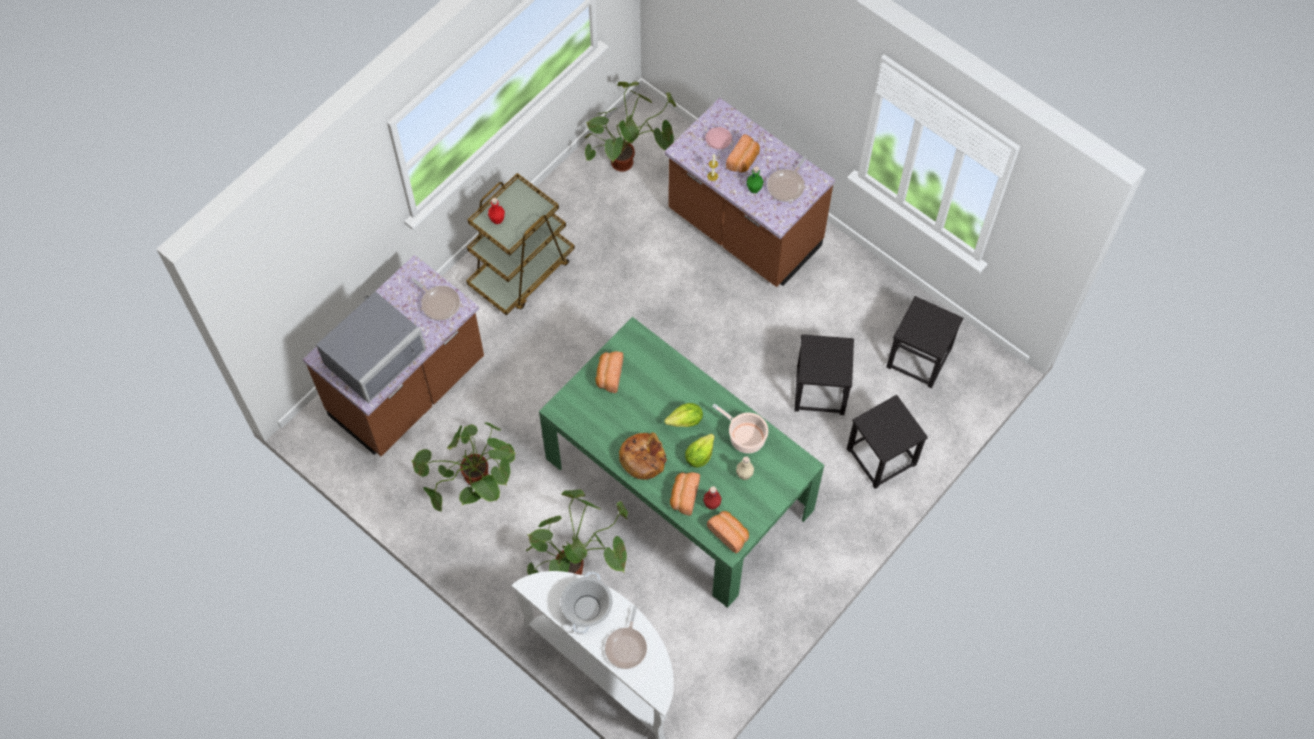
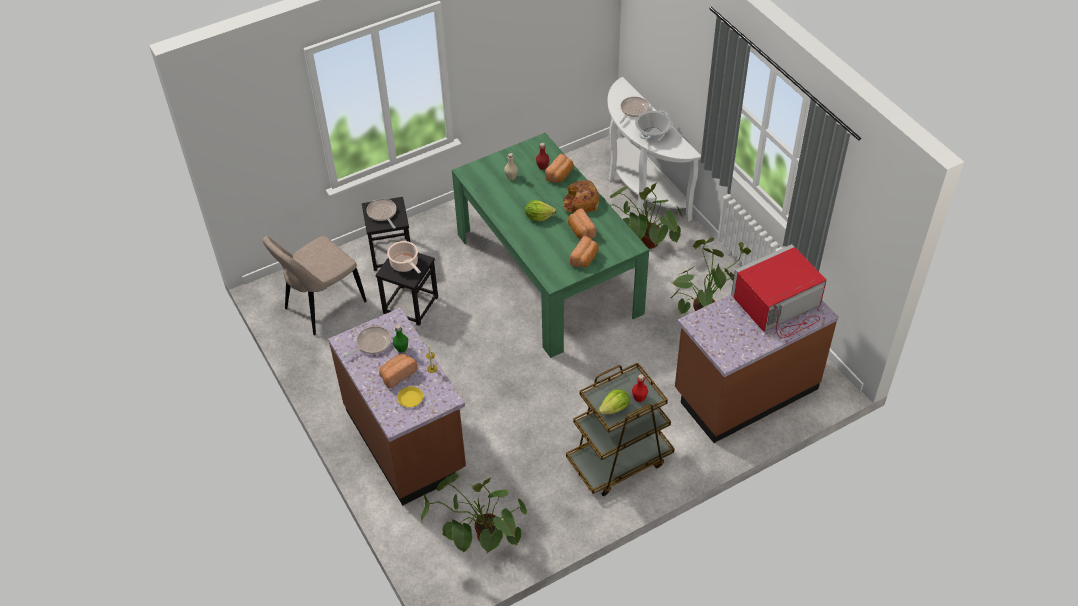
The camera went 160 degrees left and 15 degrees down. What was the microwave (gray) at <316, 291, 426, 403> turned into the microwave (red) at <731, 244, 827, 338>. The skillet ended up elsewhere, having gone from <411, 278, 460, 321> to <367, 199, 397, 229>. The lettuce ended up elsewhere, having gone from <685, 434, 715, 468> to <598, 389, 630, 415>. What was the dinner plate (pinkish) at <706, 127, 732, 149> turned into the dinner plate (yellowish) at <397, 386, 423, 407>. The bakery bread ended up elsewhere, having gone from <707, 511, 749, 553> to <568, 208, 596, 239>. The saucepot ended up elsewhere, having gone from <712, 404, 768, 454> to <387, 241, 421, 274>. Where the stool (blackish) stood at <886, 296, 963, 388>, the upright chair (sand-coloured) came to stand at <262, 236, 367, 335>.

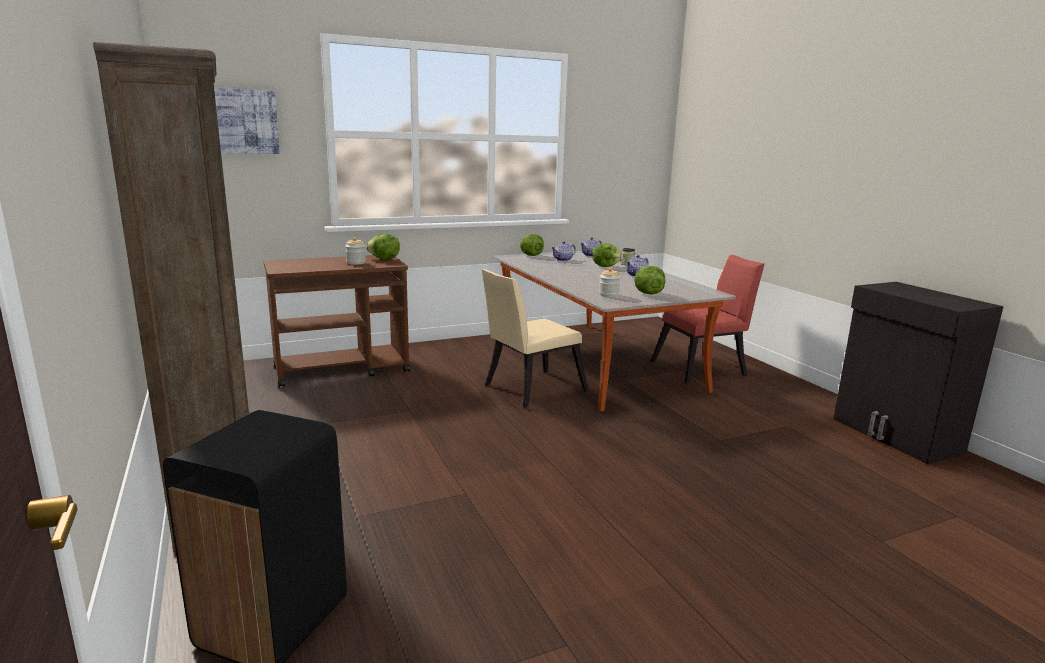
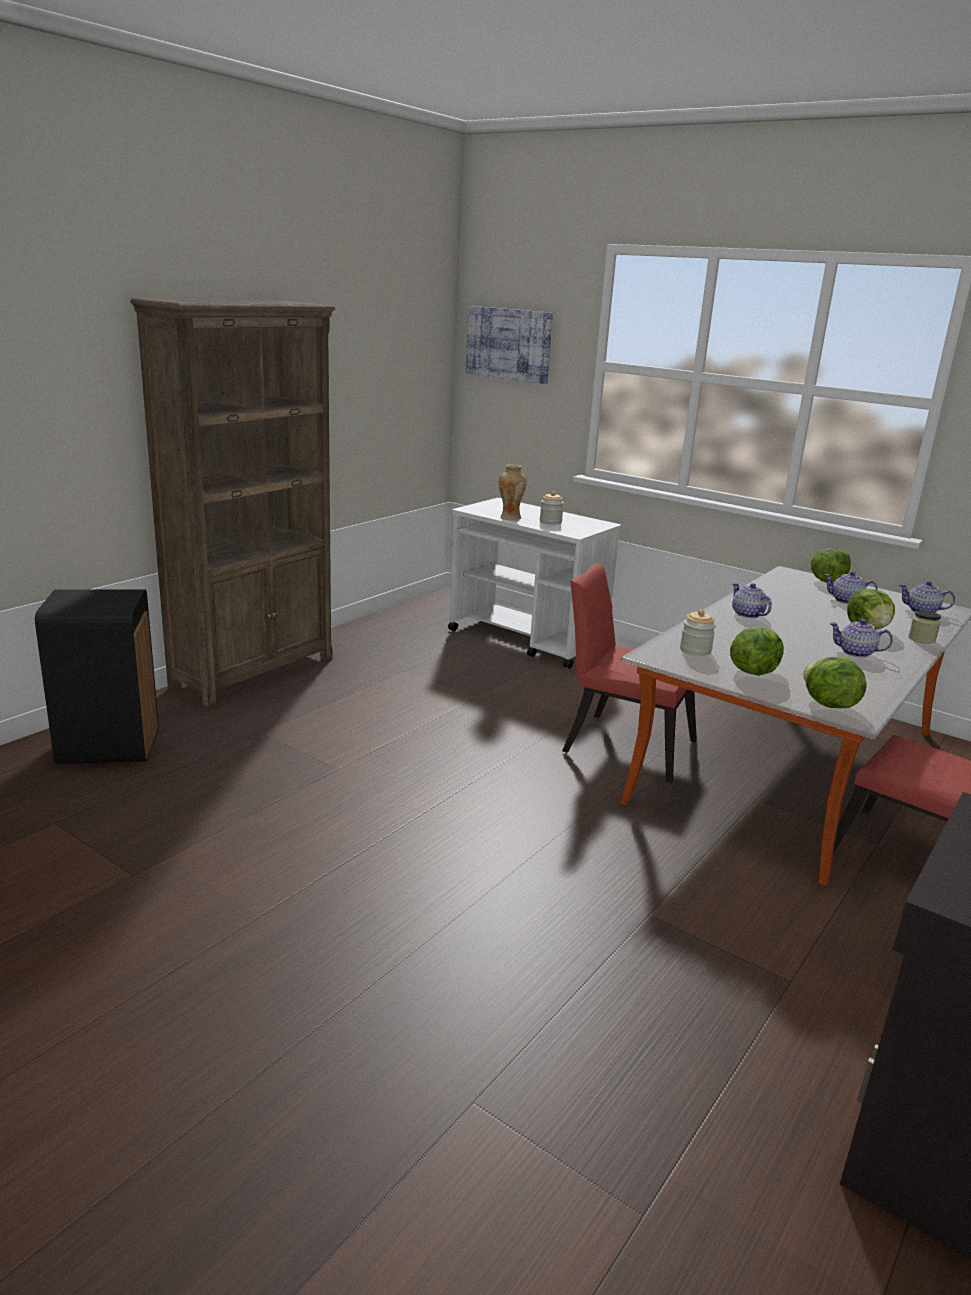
The camera went 60 degrees right and 5 degrees up. What was the cart (brown-coloured) at <263, 255, 410, 388> turned into the cart (white) at <448, 498, 621, 669>. The lettuce ended up elsewhere, having gone from <366, 234, 400, 260> to <804, 657, 867, 708>. What was the upright chair (sand-coloured) at <482, 269, 589, 407> turned into the upright chair (red) at <562, 563, 697, 783>. The second view gained the flower vase at <499, 464, 527, 520>. The second view gained the teapot at <732, 583, 772, 618>.

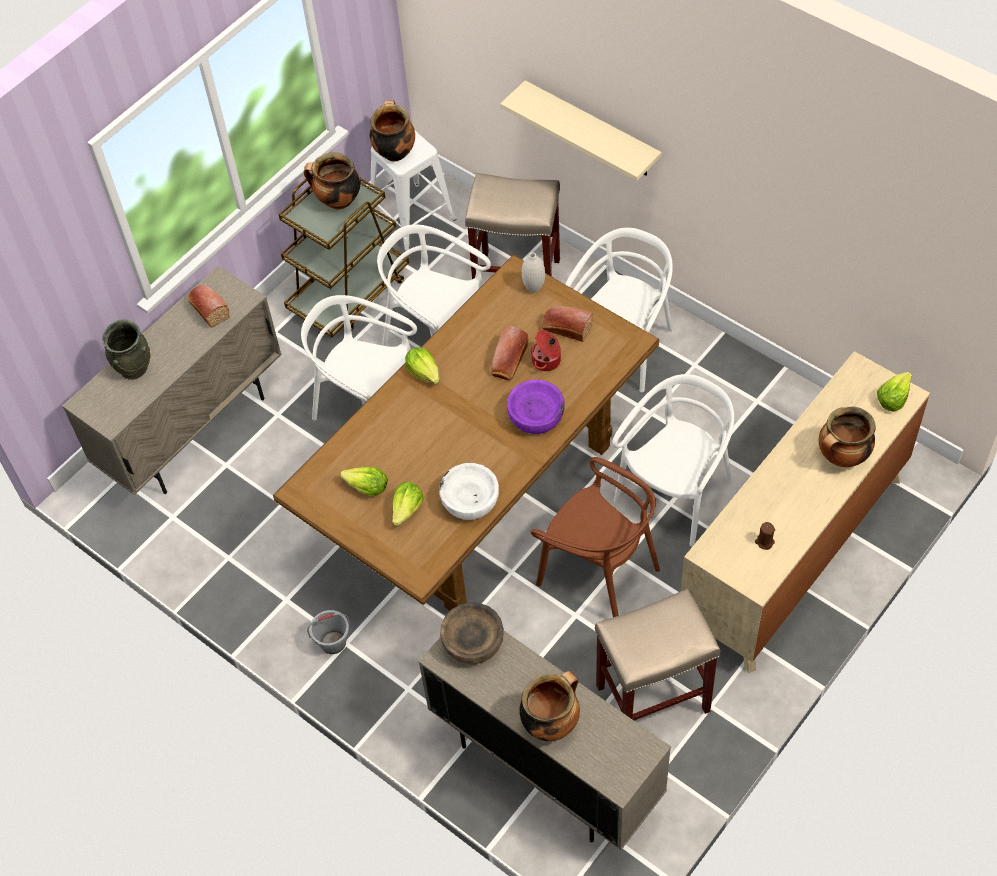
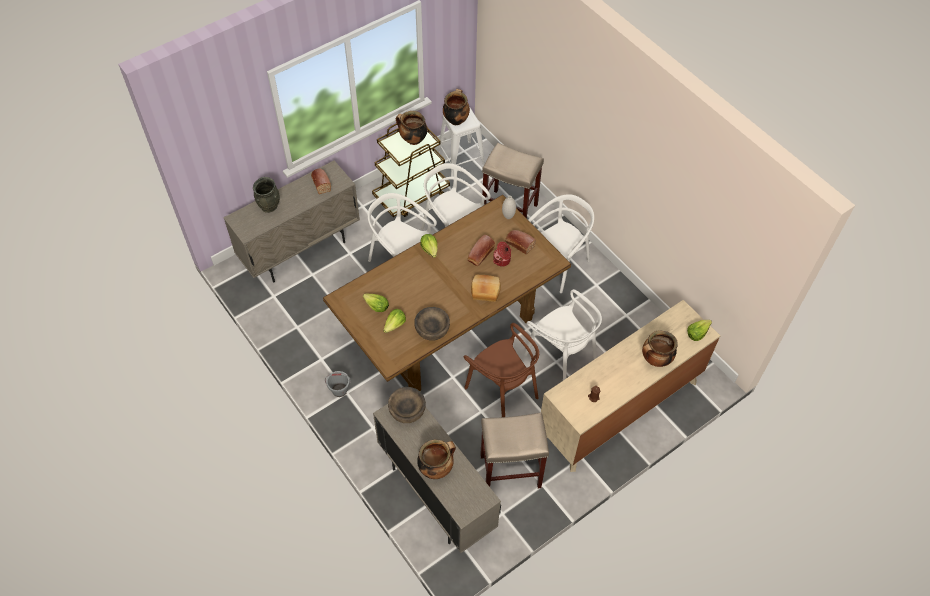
The camera went 10 degrees right and 0 degrees up. What was the bowl (white) at <439, 463, 499, 520> turned into the bowl (brown-coloured) at <415, 307, 450, 341>. The second view lost the wall shelf (sand-coloured) at <500, 80, 661, 181>. Where the bowl (purple) stood at <507, 380, 565, 434>, the bakery bread came to stand at <471, 275, 501, 302>. The upright chair (white) at <612, 374, 734, 546> ended up facing another way, 90 degrees clockwise from before.

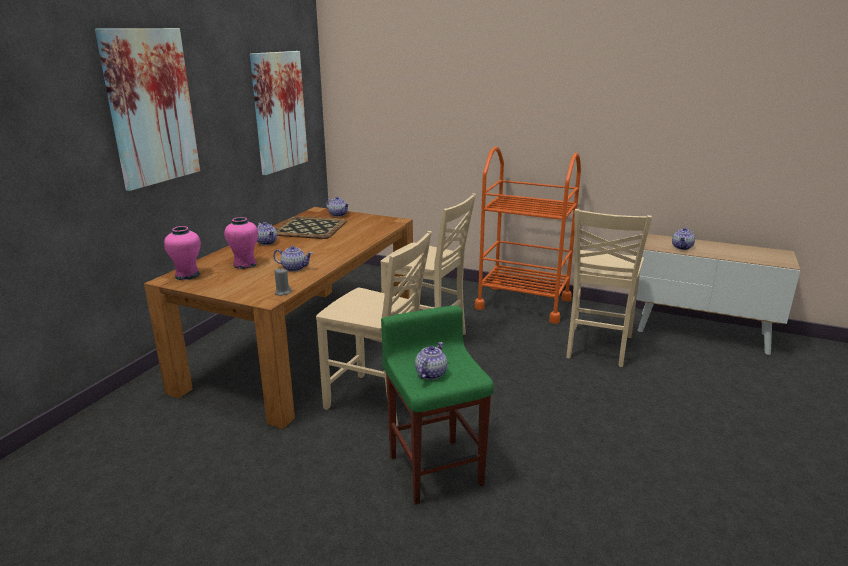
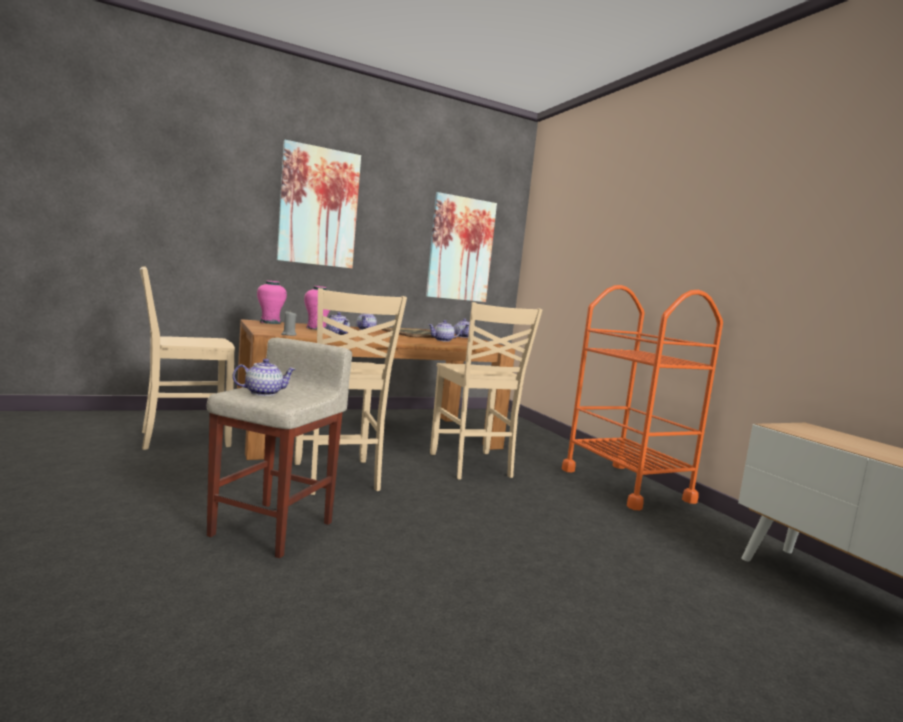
The camera went 40 degrees right and 15 degrees down. What was the stool (green-coloured) at <381, 306, 494, 505> turned into the stool (sand-coloured) at <207, 338, 352, 558>. The upright chair (sand-coloured) ended up elsewhere, having gone from <566, 209, 652, 367> to <139, 267, 235, 450>. The teapot ended up elsewhere, having gone from <672, 228, 695, 250> to <428, 320, 460, 342>.

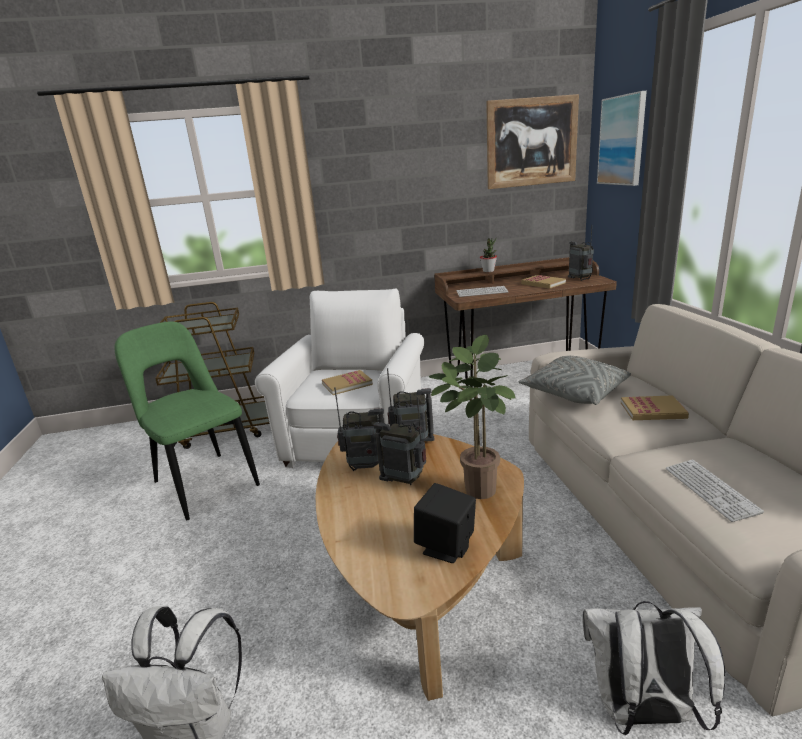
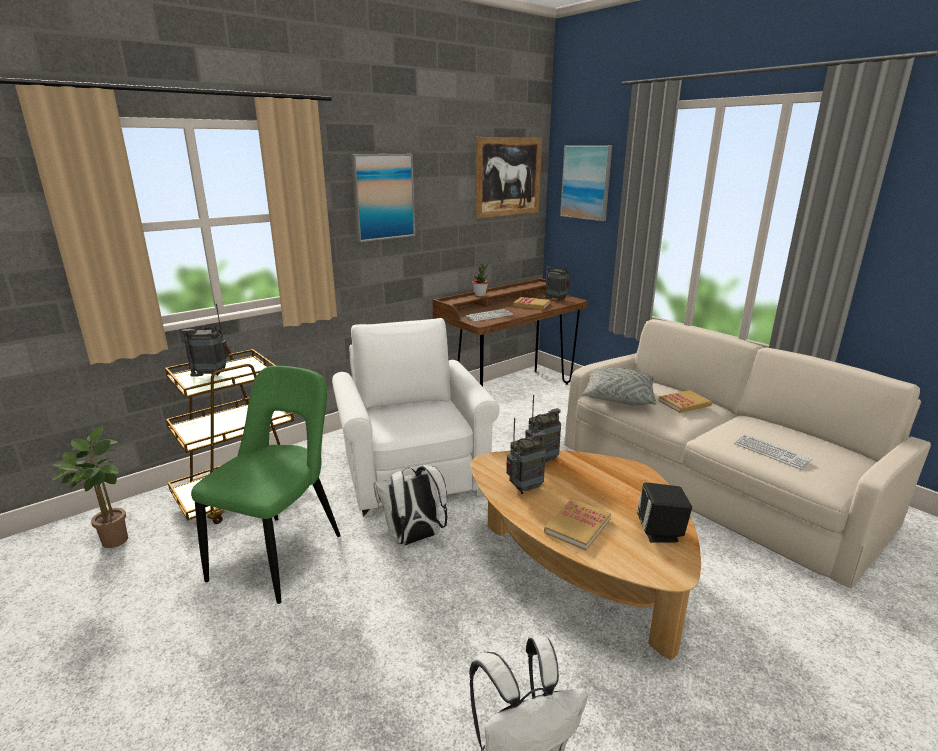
The camera went 30 degrees left and 0 degrees up. The upright chair (green-coloured) at <115, 321, 260, 521> ended up facing another way, 90 degrees clockwise from before. The book ended up elsewhere, having gone from <322, 370, 373, 395> to <544, 499, 611, 550>. The radio set ended up elsewhere, having gone from <373, 396, 426, 485> to <182, 304, 228, 377>. The plant in a pot ended up elsewhere, having gone from <429, 334, 515, 499> to <53, 426, 128, 548>. The backpack (white) ended up elsewhere, having gone from <583, 601, 725, 735> to <374, 465, 447, 546>. The second view gained the wall picture at <351, 154, 415, 242>.

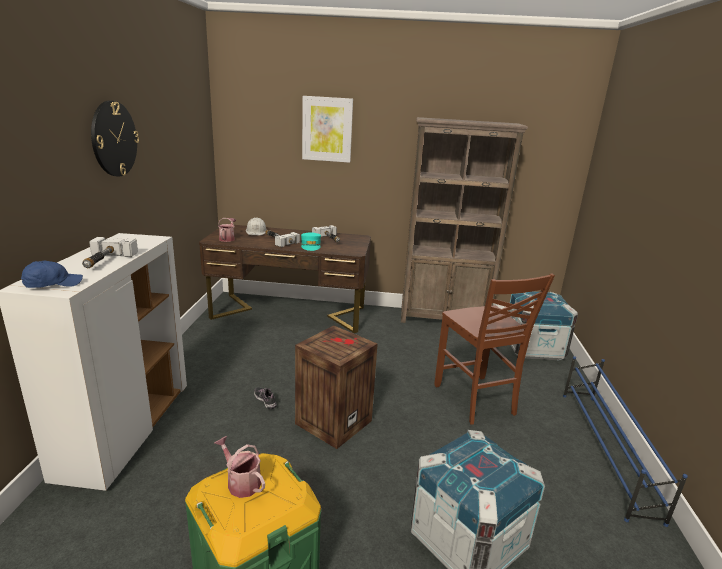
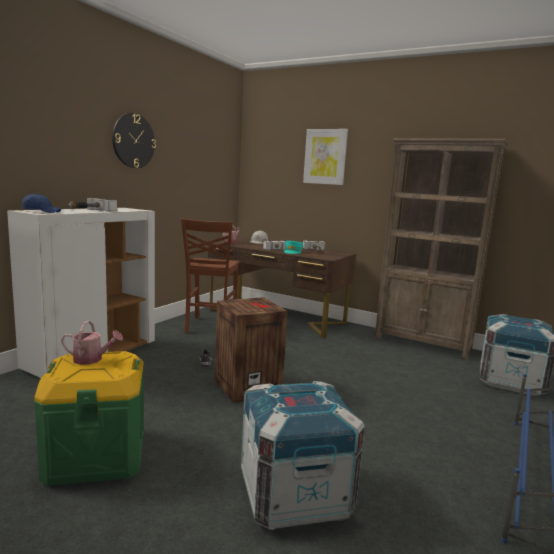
The camera went 25 degrees right and 10 degrees down. The sprinkling can at <215, 436, 265, 498> ended up facing another way, 120 degrees clockwise from before. The upright chair (brown-coloured) ended up elsewhere, having gone from <434, 273, 555, 425> to <181, 218, 239, 333>.

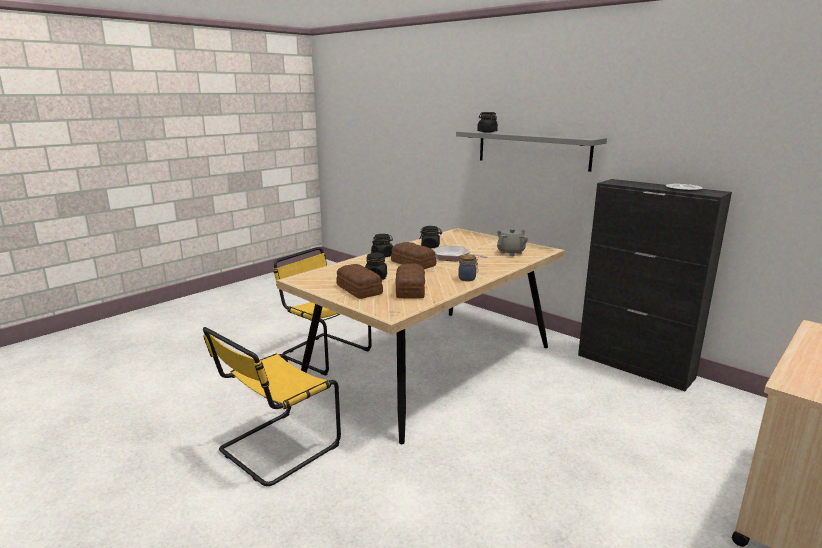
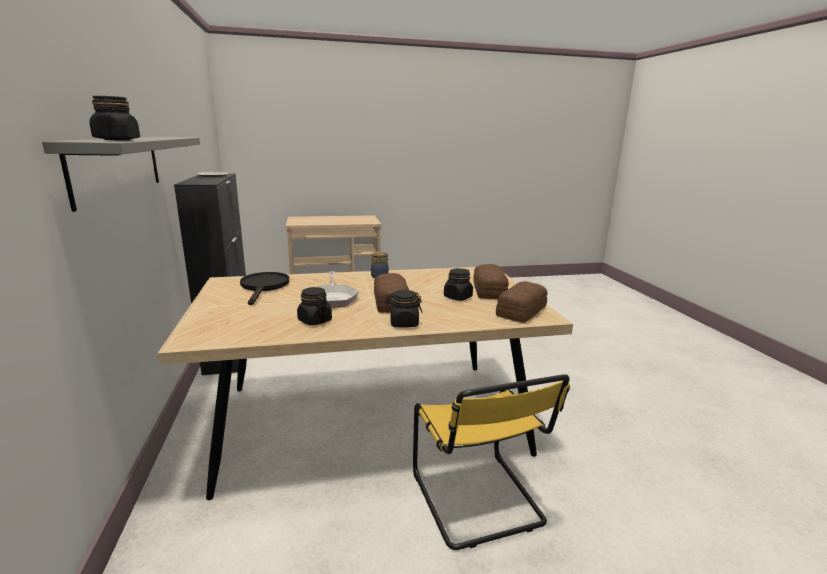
The camera went 145 degrees left and 0 degrees up. The second view lost the upright chair (yellowish) at <203, 327, 341, 486>. The bakery bread ended up elsewhere, having gone from <396, 263, 425, 298> to <496, 281, 548, 323>. Where the teapot (gray) stood at <497, 228, 528, 256>, the skillet (blackish) came to stand at <240, 272, 289, 305>.

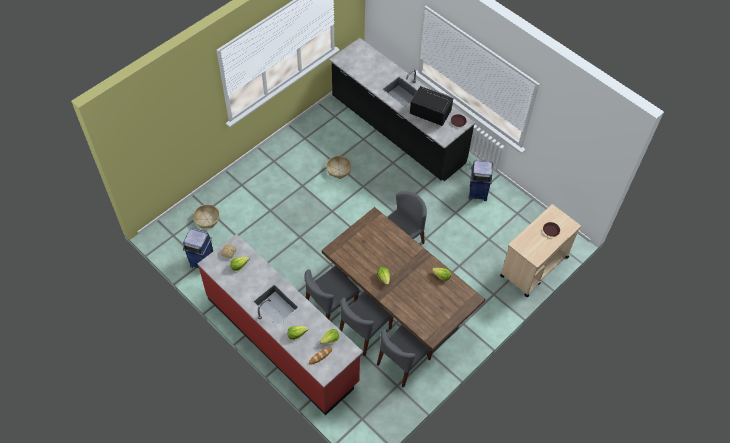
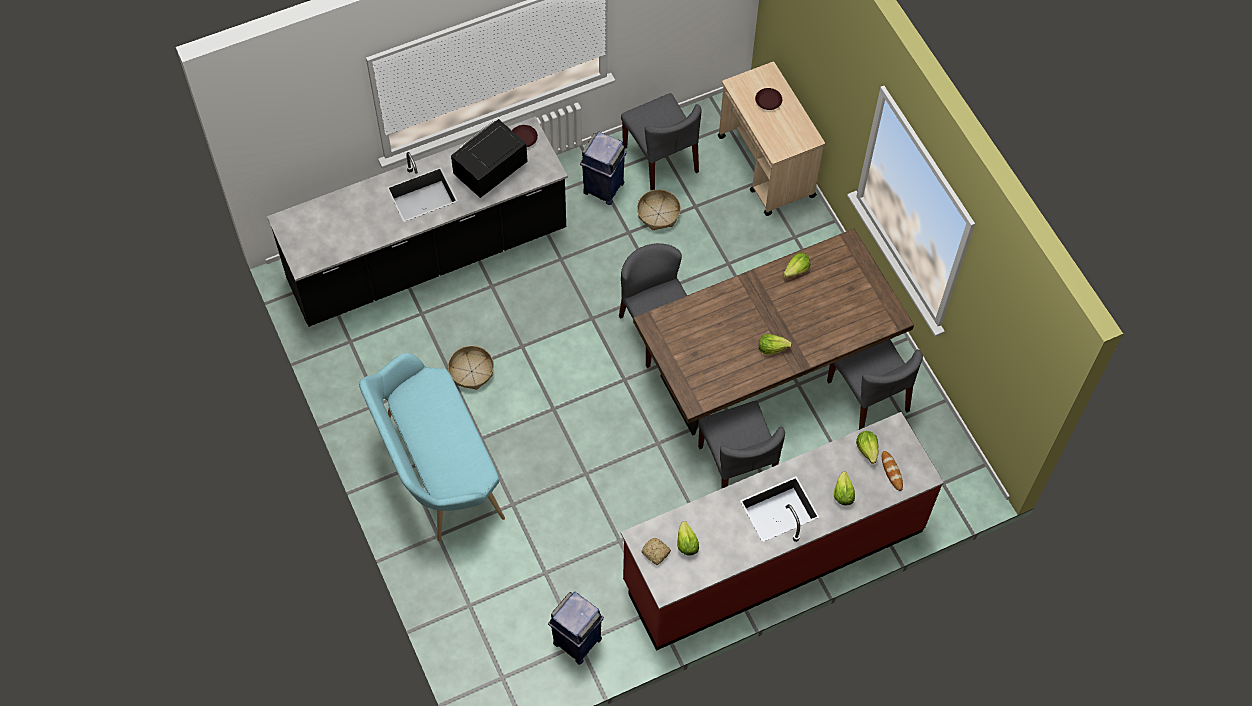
The camera went 70 degrees left and 5 degrees up. The household basket ended up elsewhere, having gone from <193, 205, 220, 228> to <637, 189, 681, 230>. The upright chair (gray) ended up elsewhere, having gone from <339, 292, 393, 356> to <621, 93, 701, 191>. The second view gained the long seat (turquoise-coloured) at <359, 353, 505, 541>.

